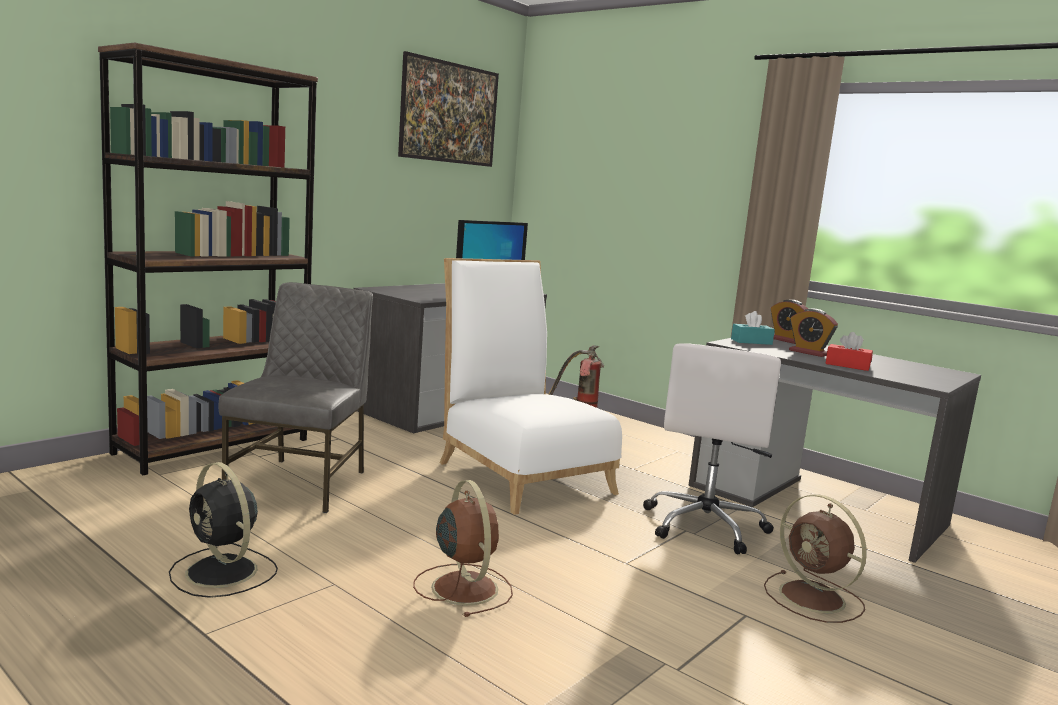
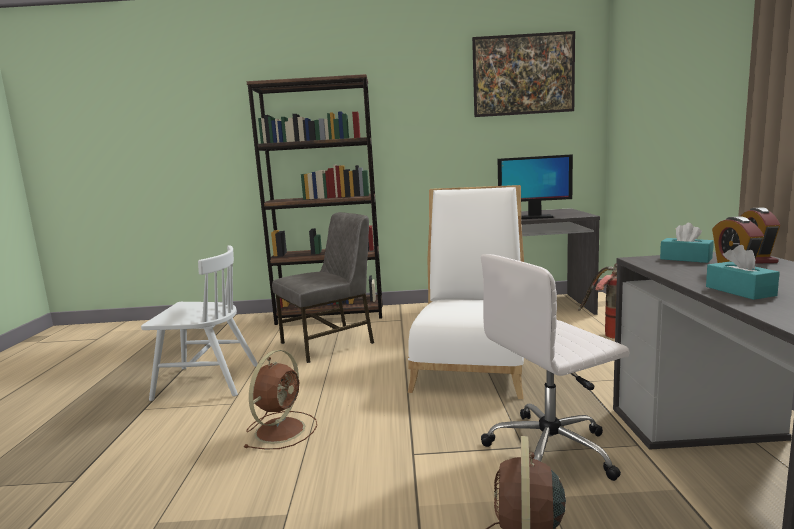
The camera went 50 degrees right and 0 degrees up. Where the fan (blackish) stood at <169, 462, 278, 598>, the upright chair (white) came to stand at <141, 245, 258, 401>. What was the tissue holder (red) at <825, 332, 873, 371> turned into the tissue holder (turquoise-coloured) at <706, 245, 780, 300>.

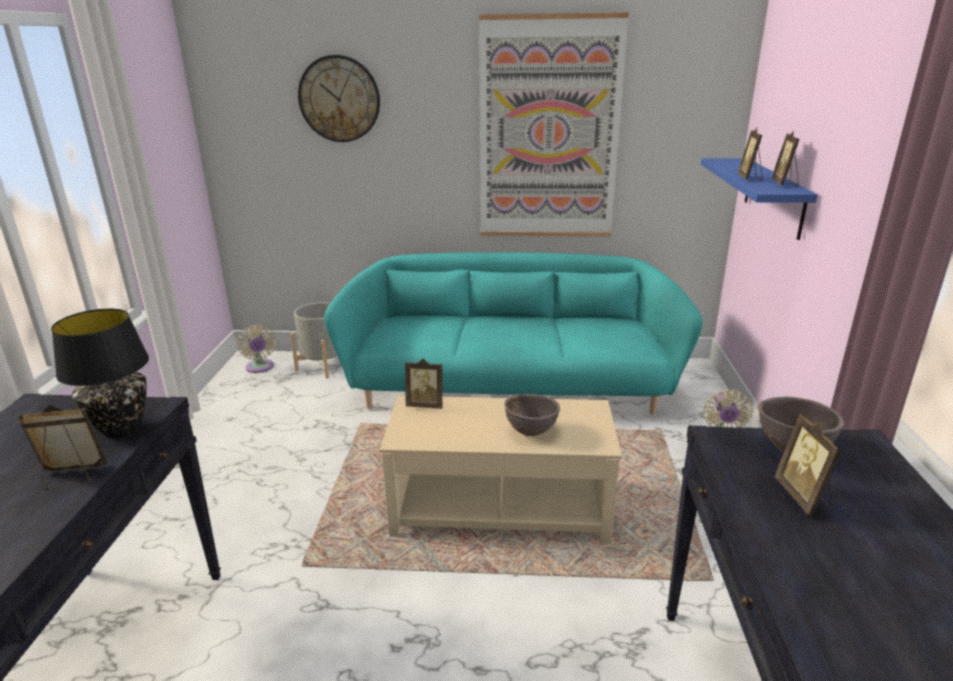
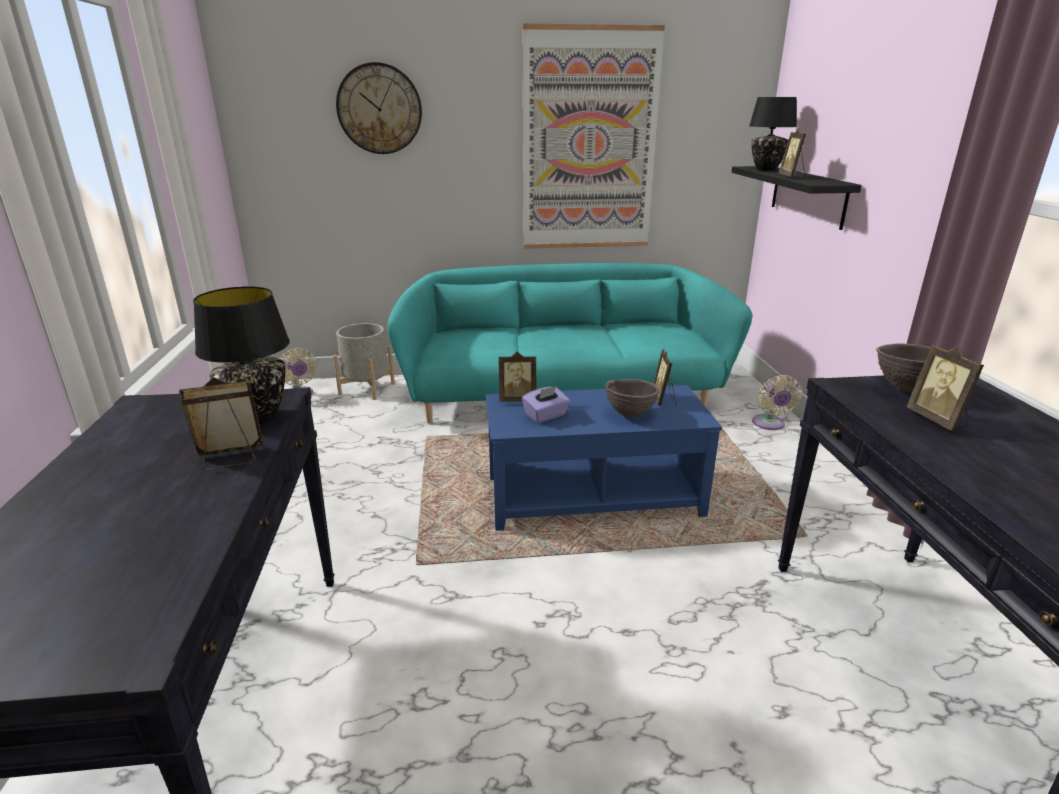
The camera went 10 degrees left and 0 degrees up. What was the coffee table (sand-coloured) at <380, 396, 622, 544> turned into the coffee table (bluish) at <486, 385, 722, 531>. What was the wall shelf (bluish) at <701, 158, 818, 240> turned into the wall shelf (blackish) at <731, 166, 862, 230>. The standing frame ended up elsewhere, having gone from <772, 131, 799, 186> to <653, 349, 676, 406>. The second view gained the tissue holder (purple) at <522, 386, 570, 423>. The second view gained the table lamp (blackish) at <749, 97, 797, 171>.

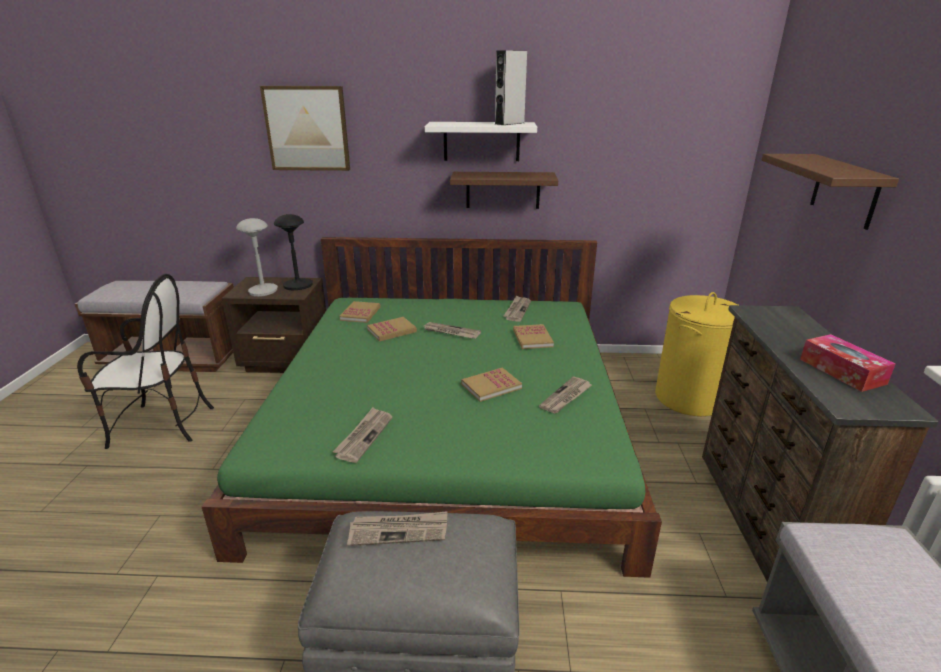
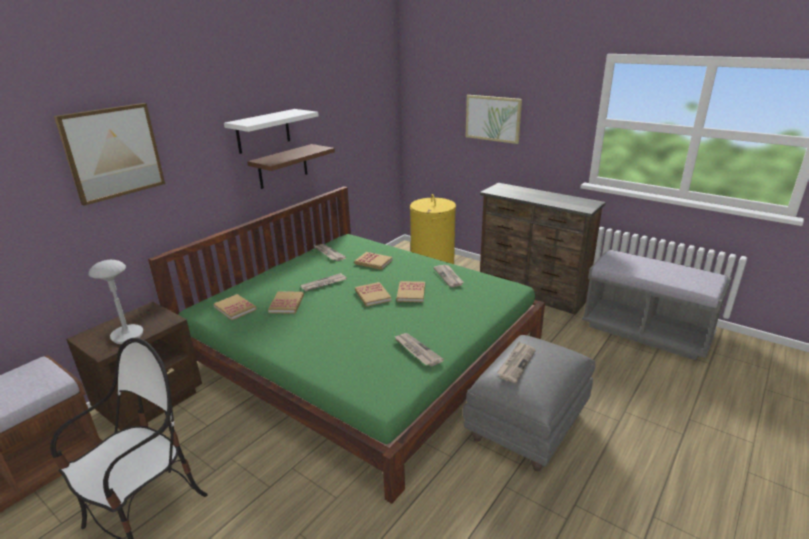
The camera went 55 degrees left and 0 degrees up. The second view lost the table lamp (blackish) at <274, 214, 313, 290>. The second view lost the speaker (gray) at <495, 50, 527, 125>. Where the wall shelf (brown-coloured) hung at <762, 154, 899, 230>, the wall picture came to hang at <466, 95, 522, 144>. The second view lost the tissue holder at <800, 334, 896, 392>. The second view gained the book at <355, 282, 391, 307>.

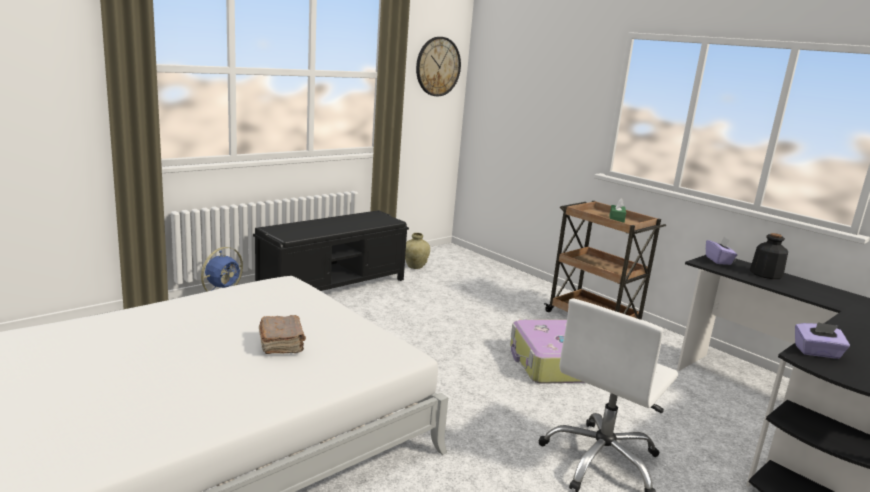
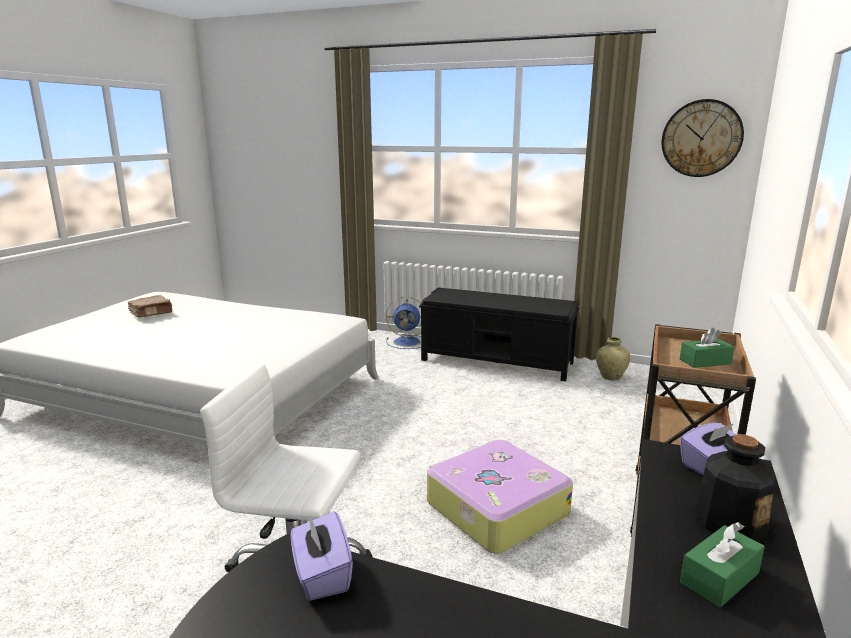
The camera went 65 degrees right and 0 degrees up. The book (brown-coloured) ended up elsewhere, having gone from <259, 315, 306, 354> to <128, 295, 172, 318>. The second view gained the tissue holder (green-coloured) at <680, 522, 765, 608>.

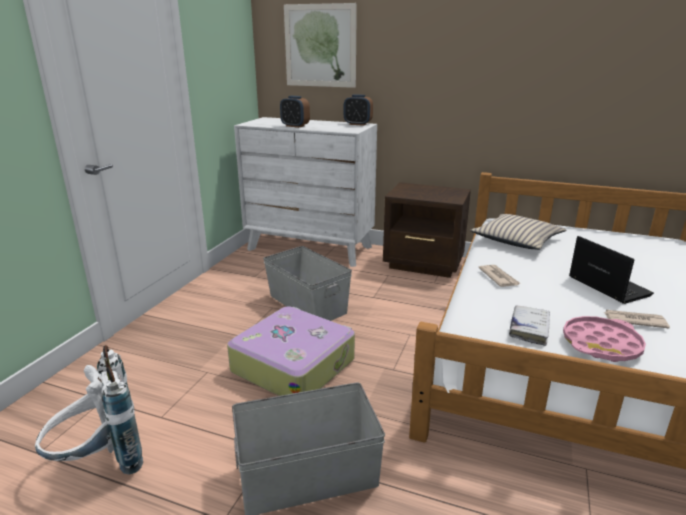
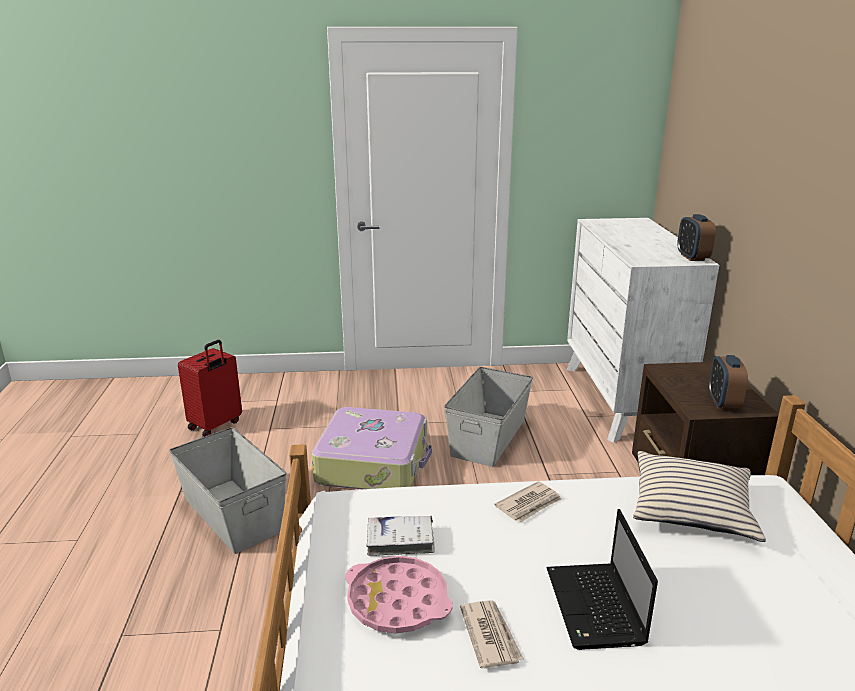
The camera went 65 degrees right and 0 degrees up. Where the backpack (white) stood at <35, 345, 143, 475>, the suitcase (red) came to stand at <178, 340, 242, 437>. The alarm clock ended up elsewhere, having gone from <280, 96, 310, 128> to <709, 355, 748, 410>. The second view lost the wall picture at <284, 3, 357, 88>. The portable computer at <569, 236, 654, 304> ended up facing another way, 135 degrees clockwise from before.

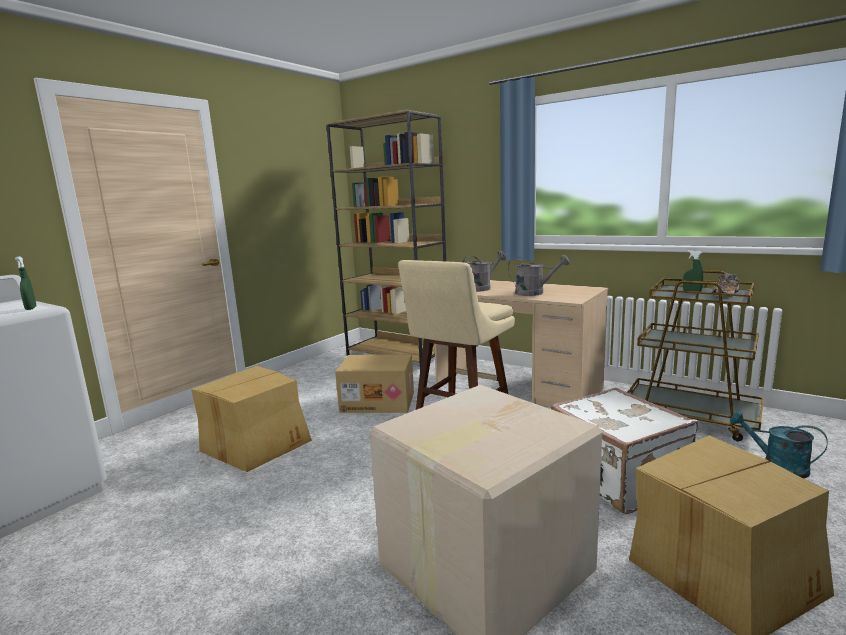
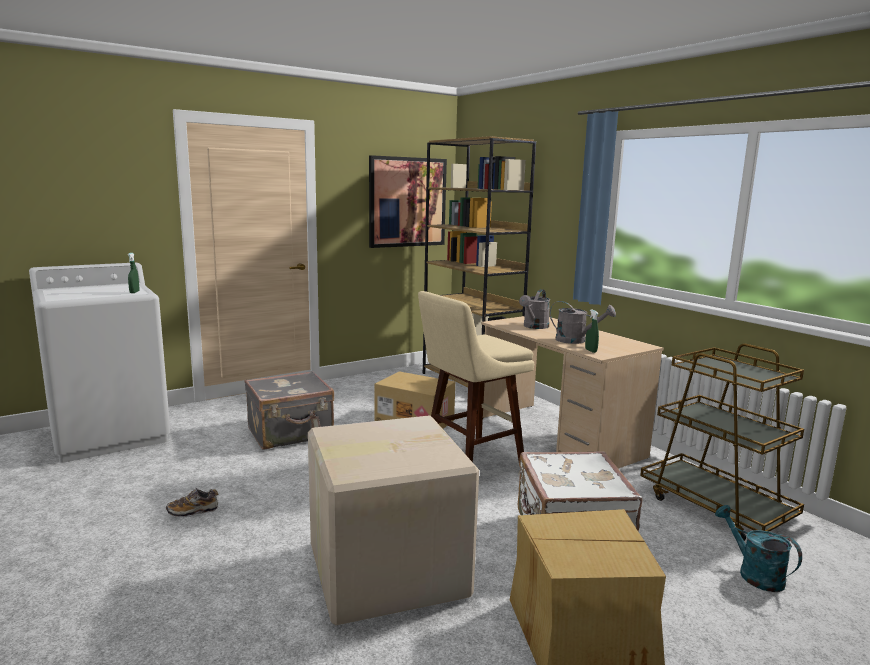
The camera went 20 degrees right and 0 degrees up. Where the carton stood at <191, 366, 312, 472>, the suitcase (gray) came to stand at <245, 371, 334, 450>. The sprinkling can (gray) at <463, 251, 506, 292> ended up facing another way, 135 degrees clockwise from before. The hand sprayer (green-coloured) ended up elsewhere, having gone from <683, 250, 703, 292> to <585, 309, 599, 353>. The shoe ended up elsewhere, having gone from <712, 273, 739, 297> to <166, 488, 218, 517>. The second view gained the wall picture at <369, 155, 447, 248>.

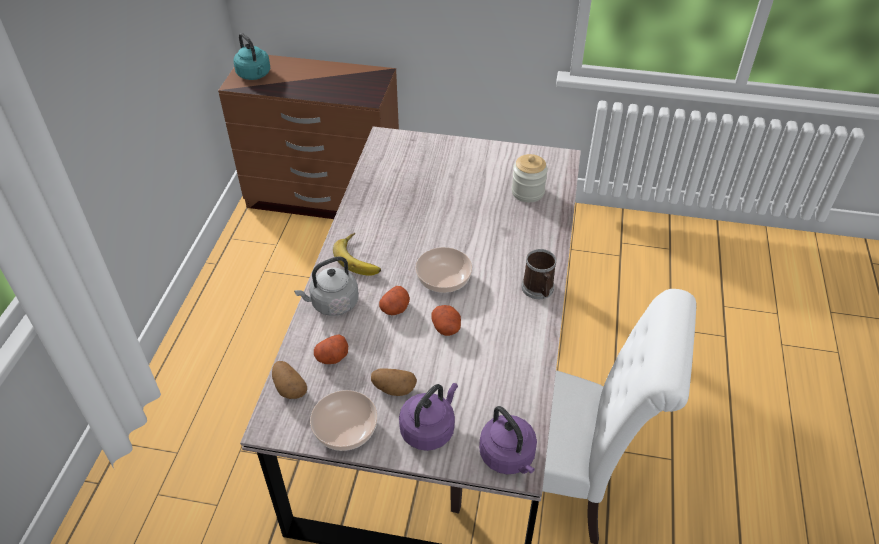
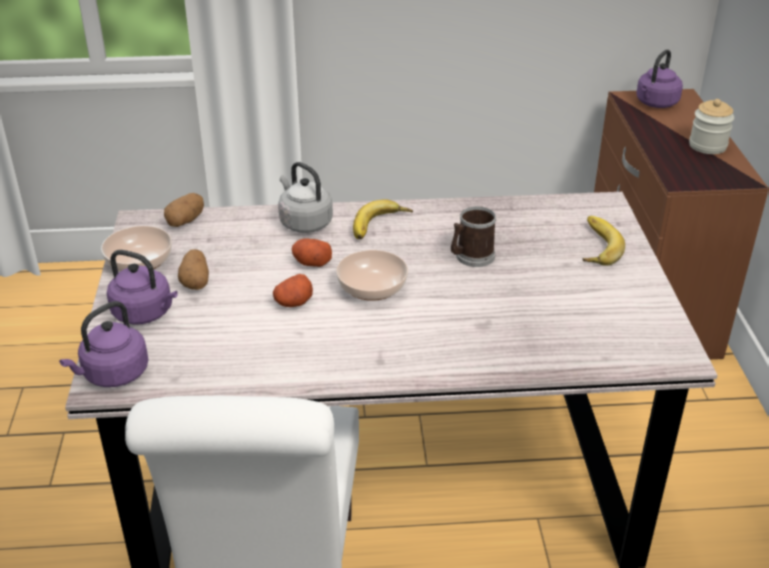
The camera went 75 degrees right and 10 degrees down. What was the tea kettle (turquoise-coloured) at <234, 33, 270, 80> turned into the tea kettle (purple) at <637, 50, 683, 108>. The second view lost the whole potato at <314, 334, 348, 364>. The storage jar ended up elsewhere, having gone from <512, 154, 548, 202> to <689, 99, 734, 154>. The mug ended up elsewhere, having gone from <522, 249, 556, 299> to <451, 206, 496, 267>. The second view gained the banana fruit at <583, 216, 625, 266>.

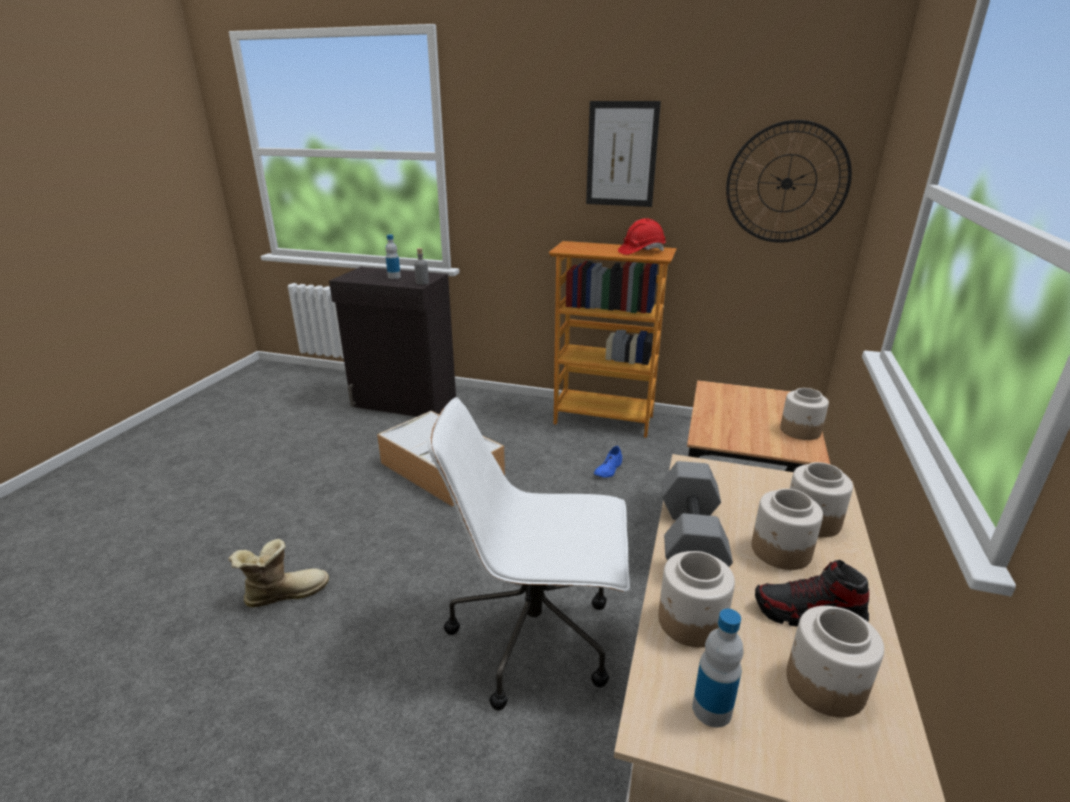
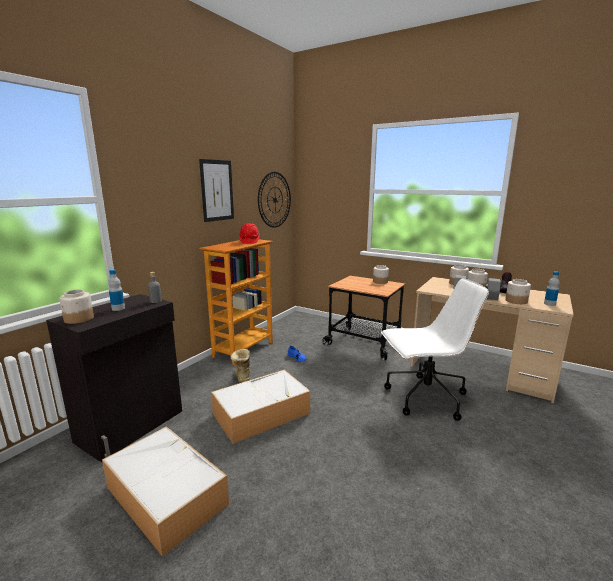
The camera went 75 degrees left and 10 degrees down. The tall boot ended up elsewhere, having gone from <228, 539, 329, 607> to <231, 349, 250, 382>. The desk chair (white) at <428, 397, 630, 711> ended up facing another way, 120 degrees counterclockwise from before. The storage jar ended up elsewhere, having gone from <786, 606, 884, 718> to <59, 290, 94, 324>. The second view gained the storage bin at <102, 427, 229, 557>.

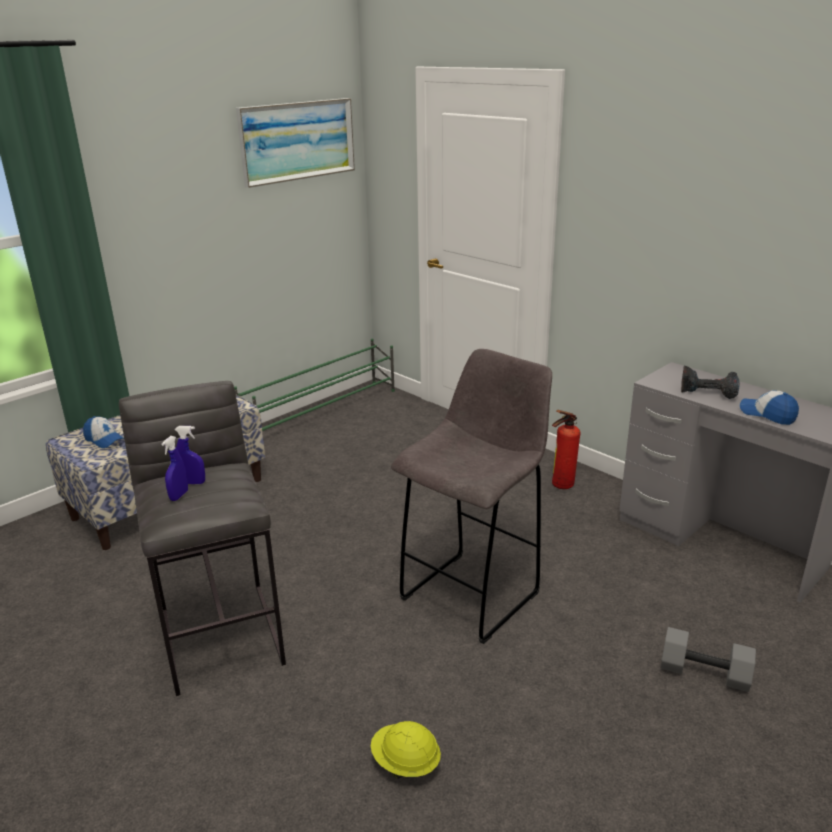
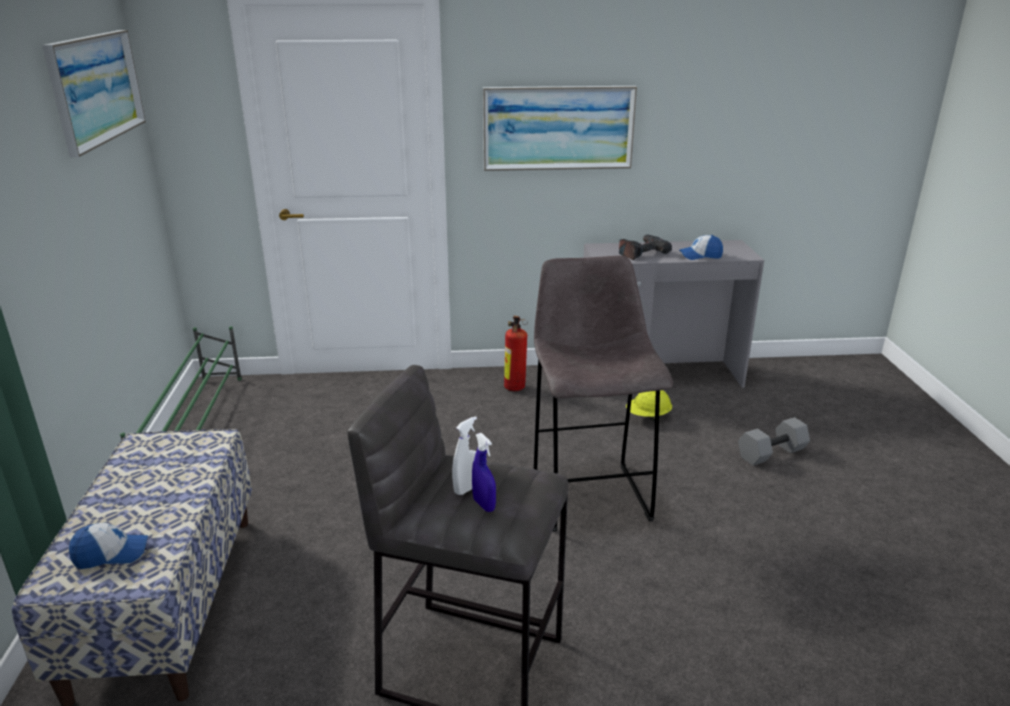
The camera went 50 degrees left and 0 degrees up. What was the hand sprayer (bluish) at <175, 426, 205, 484> turned into the hand sprayer (white) at <452, 416, 477, 495>. The hard hat (yellowish) ended up elsewhere, having gone from <371, 721, 441, 779> to <626, 390, 672, 421>. The second view gained the wall picture at <483, 86, 637, 171>.

